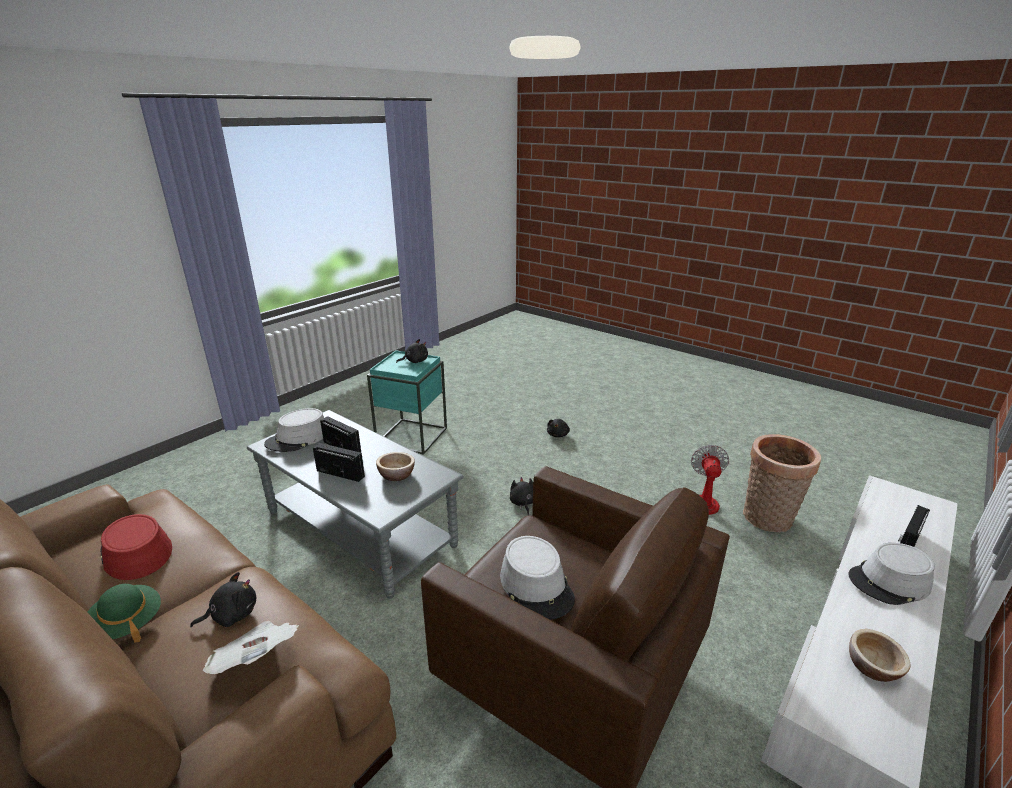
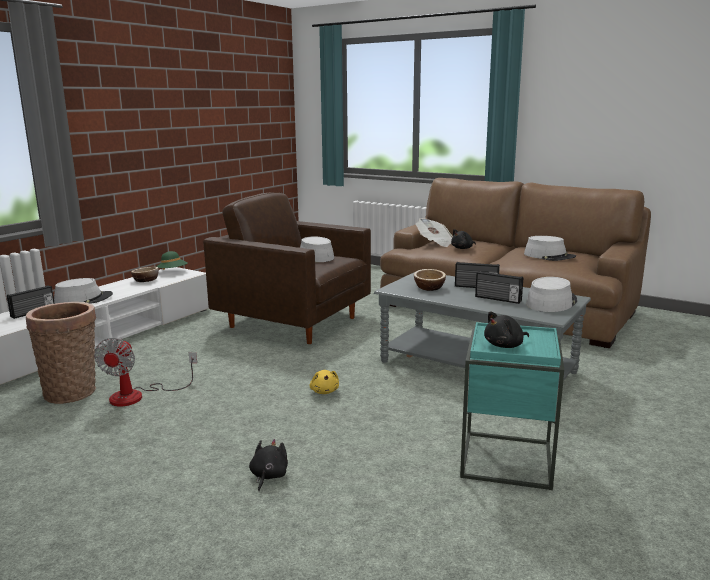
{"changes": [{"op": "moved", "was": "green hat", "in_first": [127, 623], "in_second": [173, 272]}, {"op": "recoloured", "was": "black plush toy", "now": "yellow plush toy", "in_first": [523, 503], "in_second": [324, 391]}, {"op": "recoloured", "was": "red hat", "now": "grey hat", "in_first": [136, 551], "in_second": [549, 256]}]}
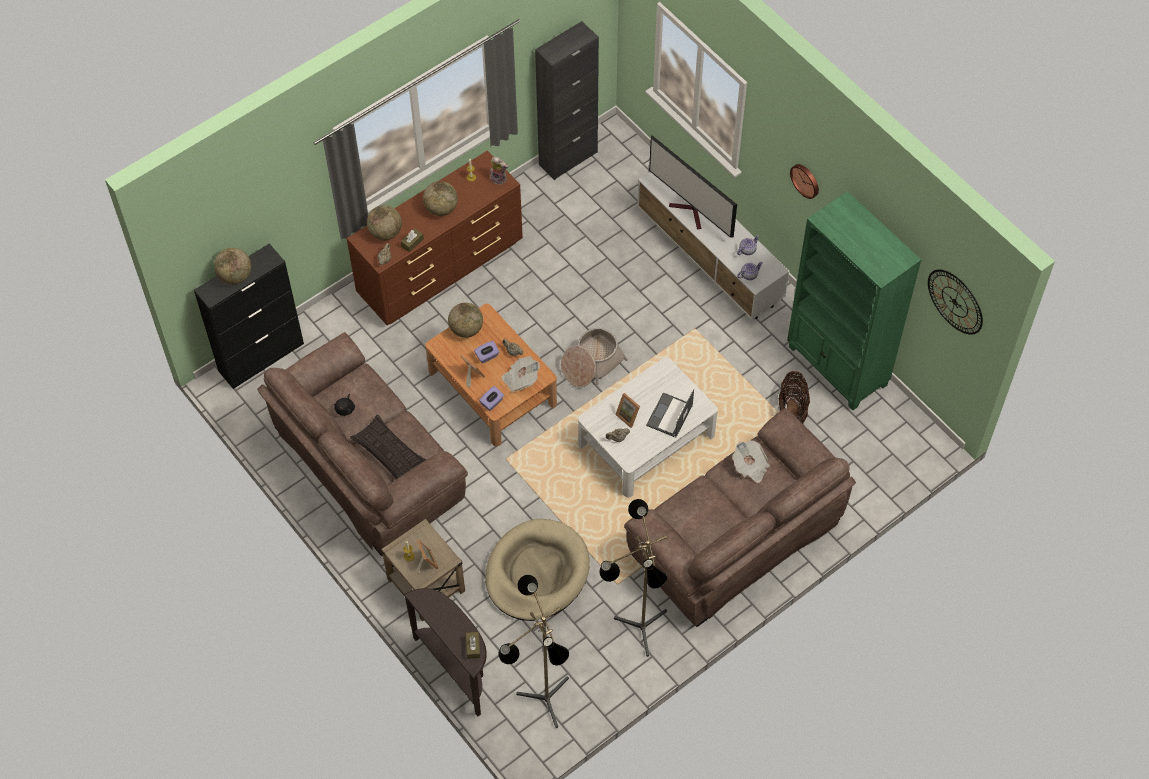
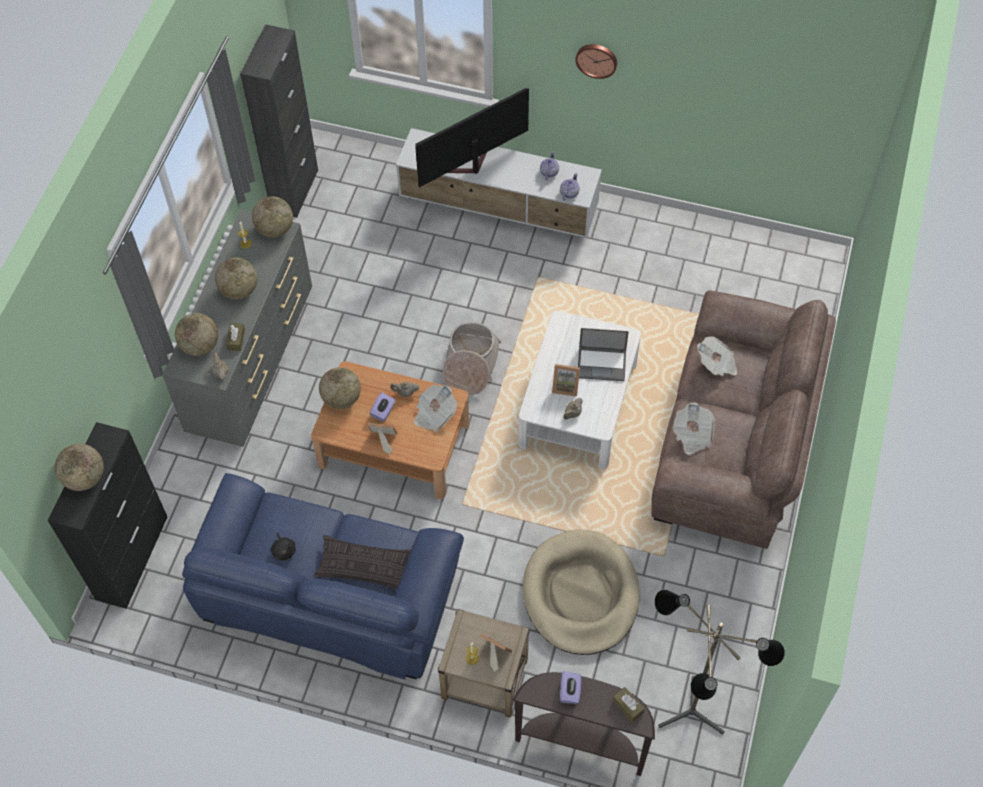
{"changes": [{"op": "recoloured", "was": "brown dresser", "now": "grey dresser", "in_first": [441, 268], "in_second": [252, 361]}, {"op": "recoloured", "was": "brown sofa", "now": "blue sofa", "in_first": [366, 465], "in_second": [328, 598]}, {"op": "replaced", "was": "plush toy", "now": "globe", "in_first": [499, 178], "in_second": [275, 229]}, {"op": "turned", "was": "television", "in_first": [691, 213], "in_second": [470, 167], "clockwise": 135}, {"op": "moved", "was": "purple tissue box", "in_first": [492, 402], "in_second": [570, 691]}, {"op": "turned", "was": "laptop", "in_first": [669, 416], "in_second": [602, 363], "clockwise": -75}, {"op": "added", "now": "newspaper", "in_second": [692, 435]}, {"op": "removed", "was": "floor lamp", "in_first": [636, 630]}, {"op": "removed", "was": "basket", "in_first": [792, 410]}, {"op": "removed", "was": "green bookcase", "in_first": [837, 367]}, {"op": "removed", "was": "wall clock", "in_first": [955, 301]}]}
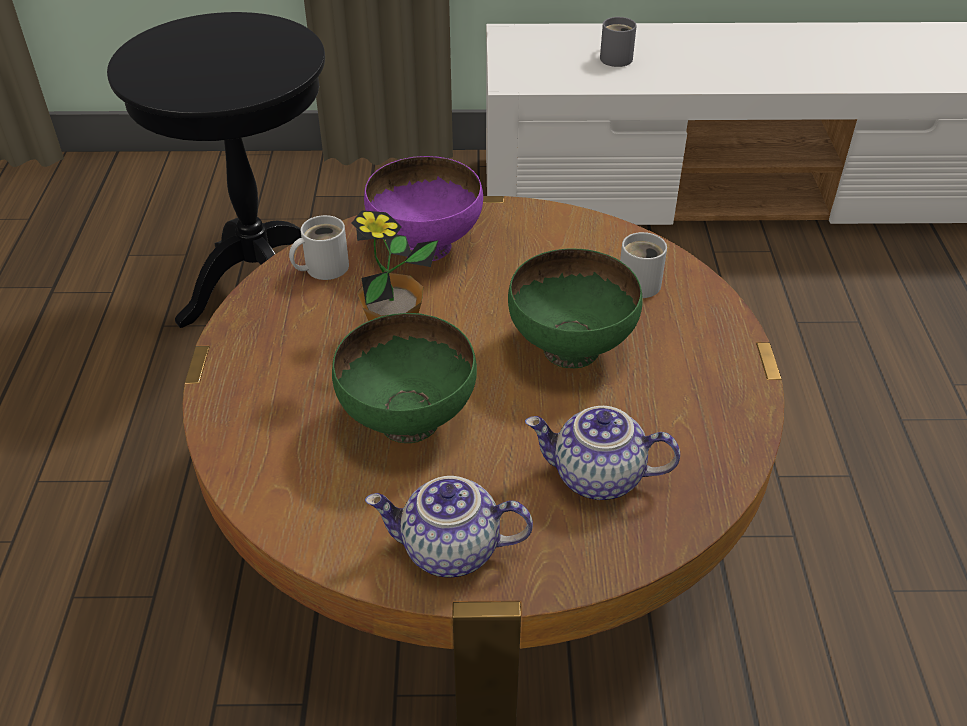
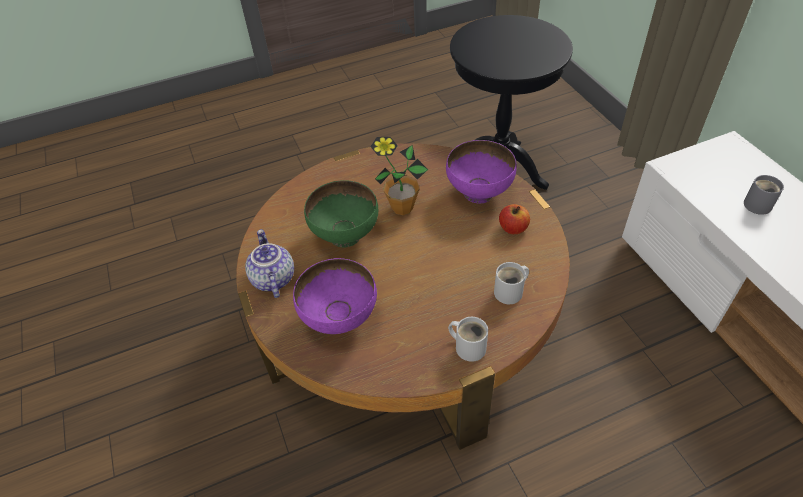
{"changes": [{"op": "replaced", "was": "teapot", "now": "purple bowl", "in_first": [596, 478], "in_second": [339, 319]}, {"op": "moved", "was": "white mug", "in_first": [322, 267], "in_second": [468, 346]}, {"op": "added", "now": "apple", "in_second": [513, 228]}, {"op": "removed", "was": "green bowl", "in_first": [571, 348]}]}
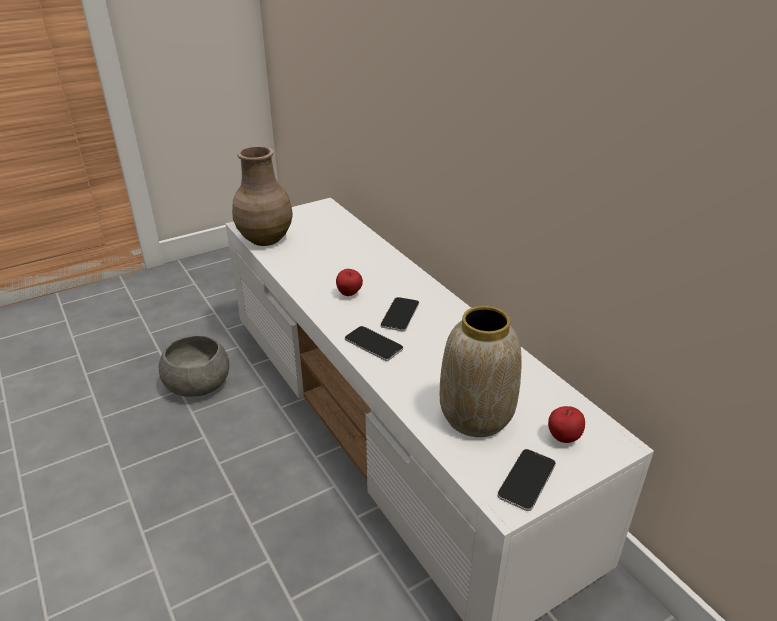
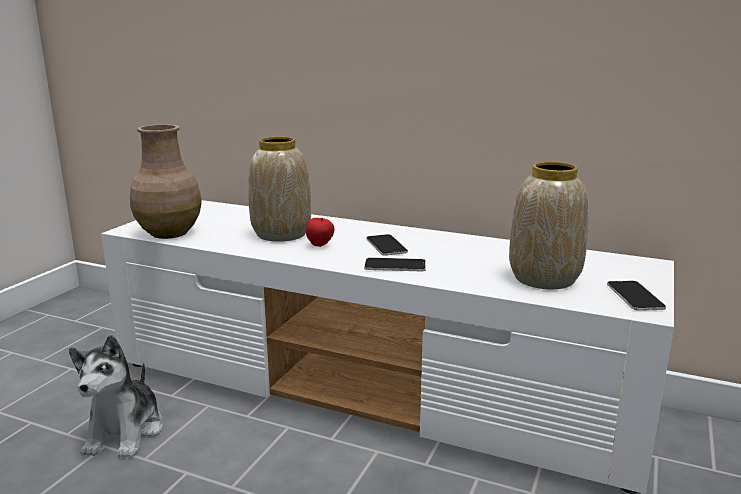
{"changes": [{"op": "replaced", "was": "grey bowl", "now": "plush toy", "in_first": [199, 384], "in_second": [125, 432]}, {"op": "added", "now": "vase", "in_second": [281, 234]}, {"op": "removed", "was": "apple", "in_first": [563, 438]}]}
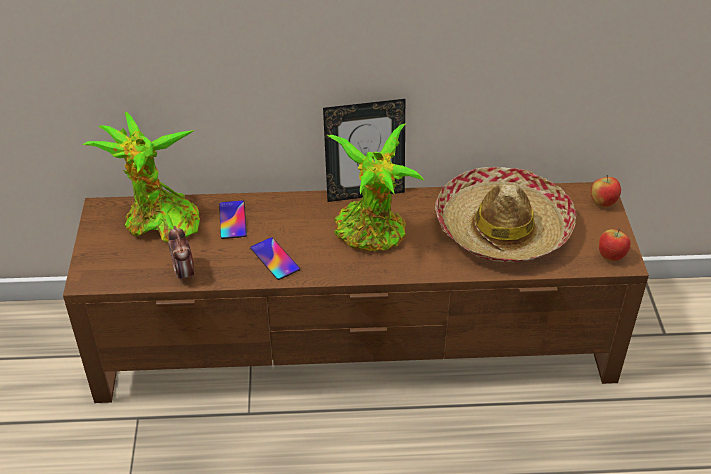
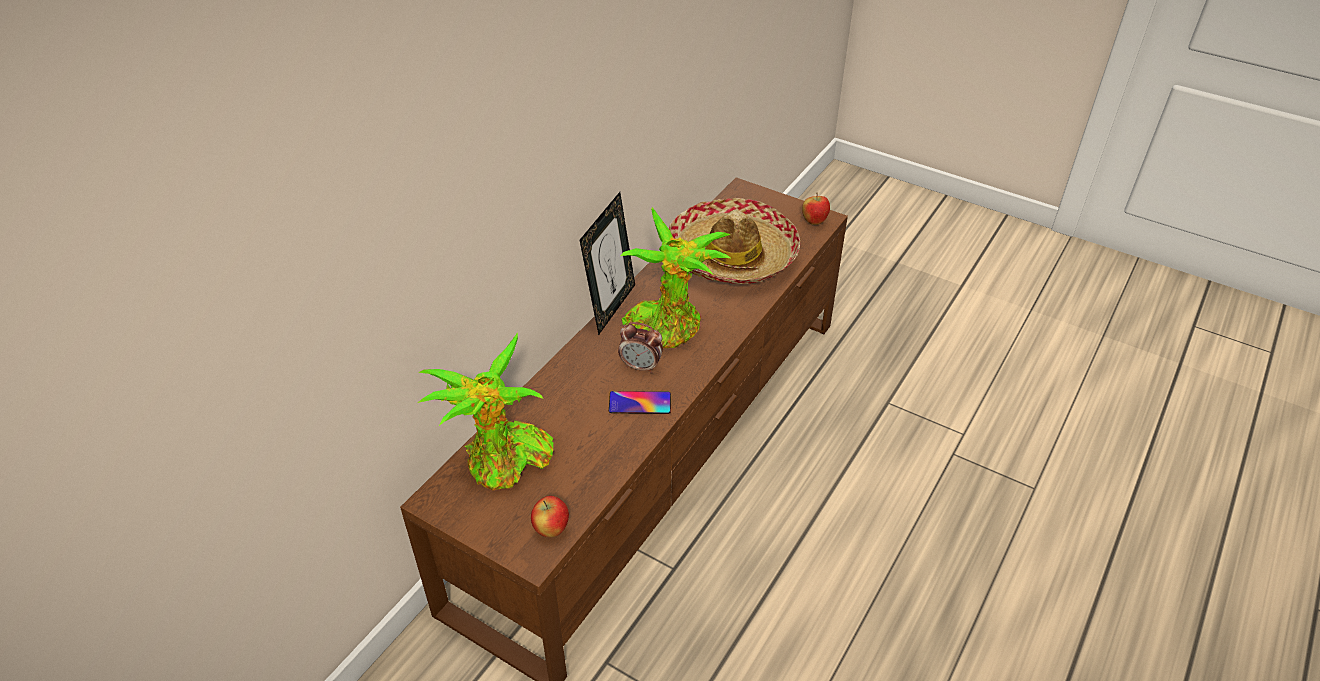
{"changes": [{"op": "moved", "was": "apple", "in_first": [603, 203], "in_second": [551, 529]}, {"op": "moved", "was": "alarm clock", "in_first": [184, 273], "in_second": [641, 366]}, {"op": "removed", "was": "phone", "in_first": [232, 220]}]}
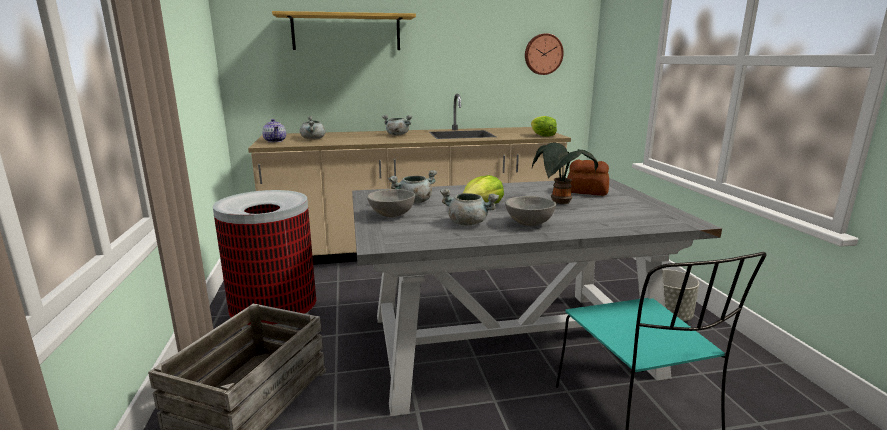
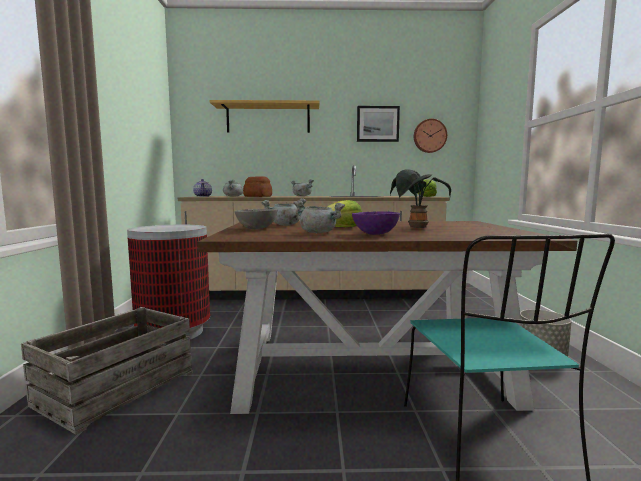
{"changes": [{"op": "recoloured", "was": "grey dining table", "now": "brown dining table", "in_first": [506, 344], "in_second": [367, 366]}, {"op": "moved", "was": "bread", "in_first": [586, 191], "in_second": [258, 196]}, {"op": "recoloured", "was": "grey bowl", "now": "purple bowl", "in_first": [528, 224], "in_second": [374, 234]}, {"op": "added", "now": "picture", "in_second": [377, 124]}]}
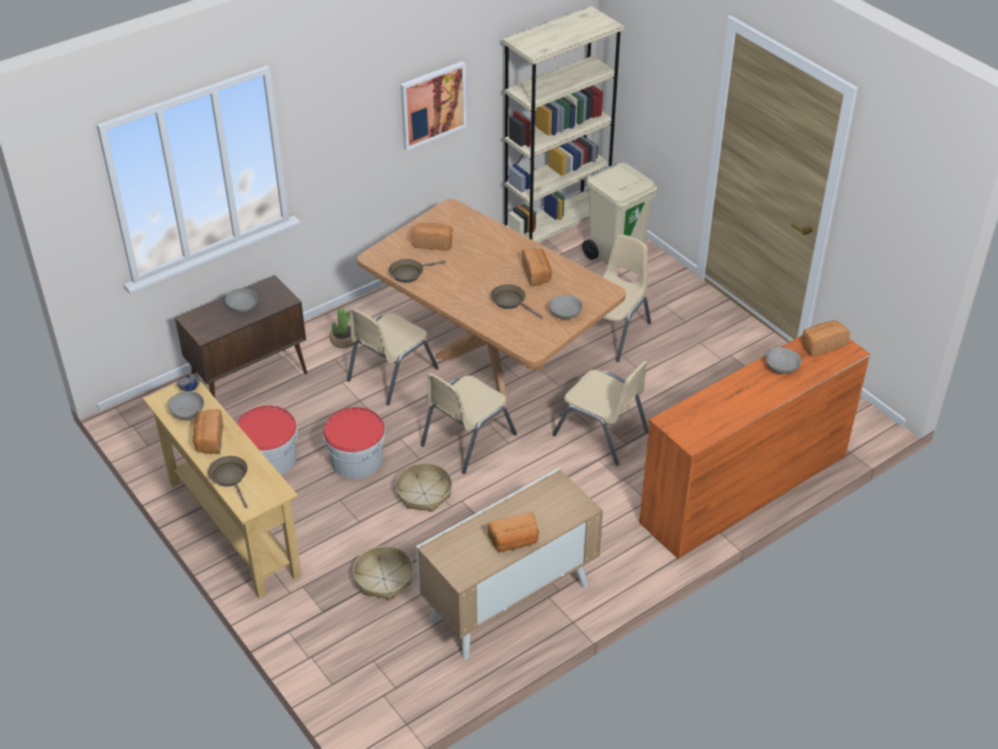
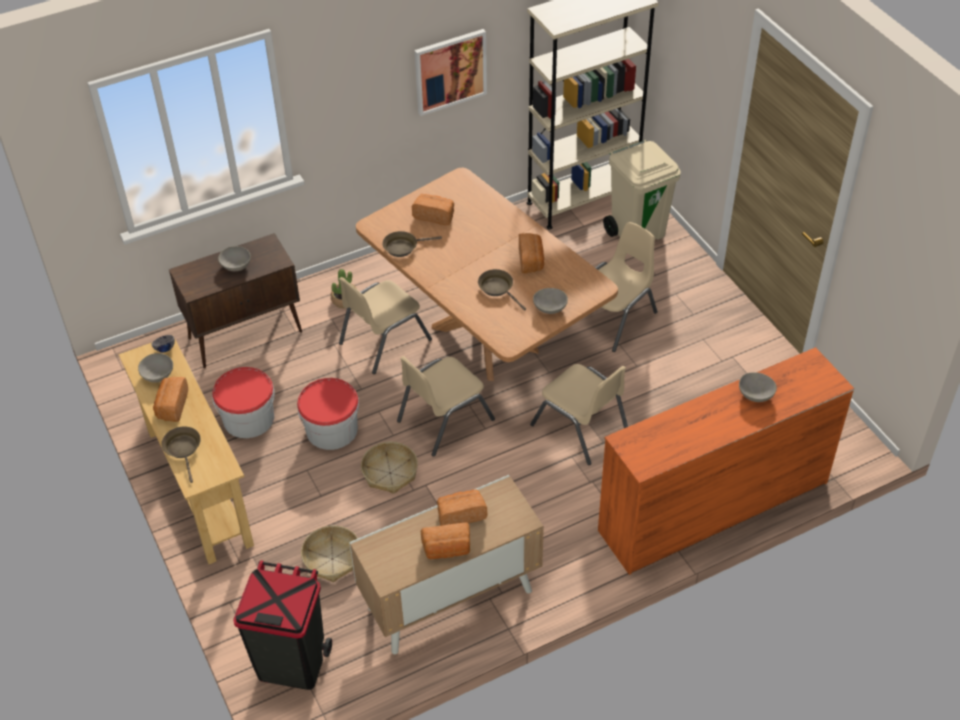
{"changes": [{"op": "added", "now": "black trash can", "in_second": [292, 663]}, {"op": "moved", "was": "bread", "in_first": [821, 345], "in_second": [460, 514]}]}
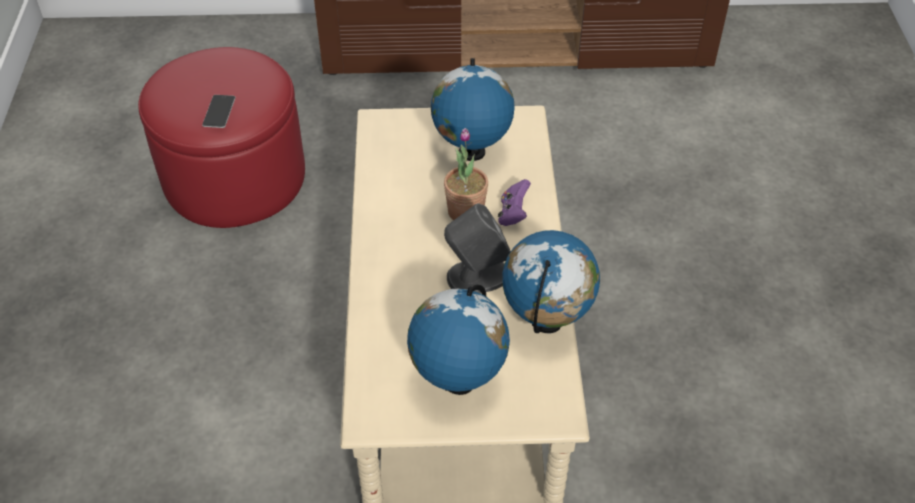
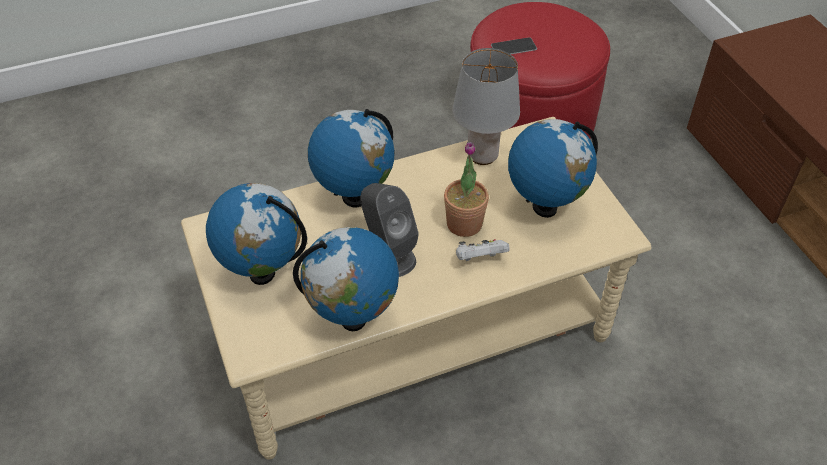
{"changes": [{"op": "added", "now": "globe", "in_second": [354, 197]}, {"op": "added", "now": "grey table lamp", "in_second": [483, 156]}, {"op": "recoloured", "was": "purple game controller", "now": "white game controller", "in_first": [513, 214], "in_second": [479, 259]}]}
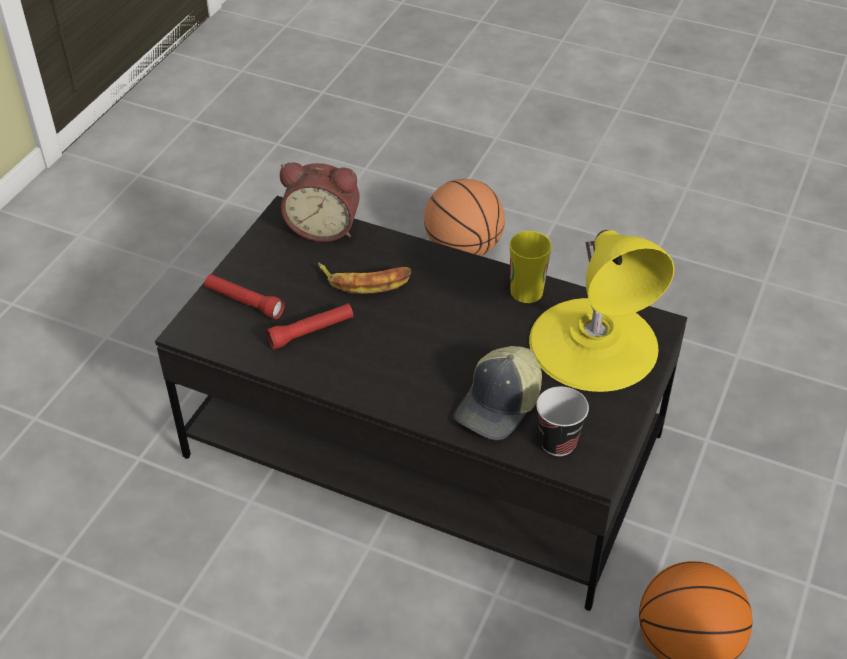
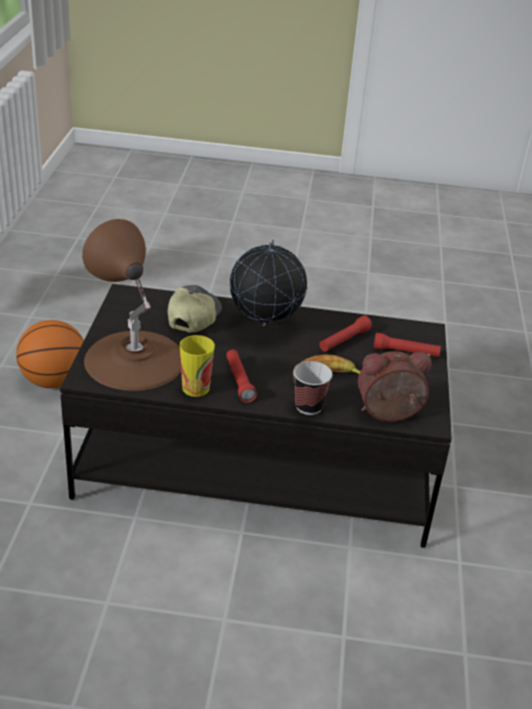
{"changes": [{"op": "recoloured", "was": "yellow table lamp", "now": "brown table lamp", "in_first": [594, 343], "in_second": [134, 359]}, {"op": "added", "now": "red flashlight", "in_second": [239, 381]}, {"op": "added", "now": "globe", "in_second": [265, 325]}, {"op": "moved", "was": "cup", "in_first": [558, 442], "in_second": [309, 406]}, {"op": "removed", "was": "basketball", "in_first": [463, 249]}]}
